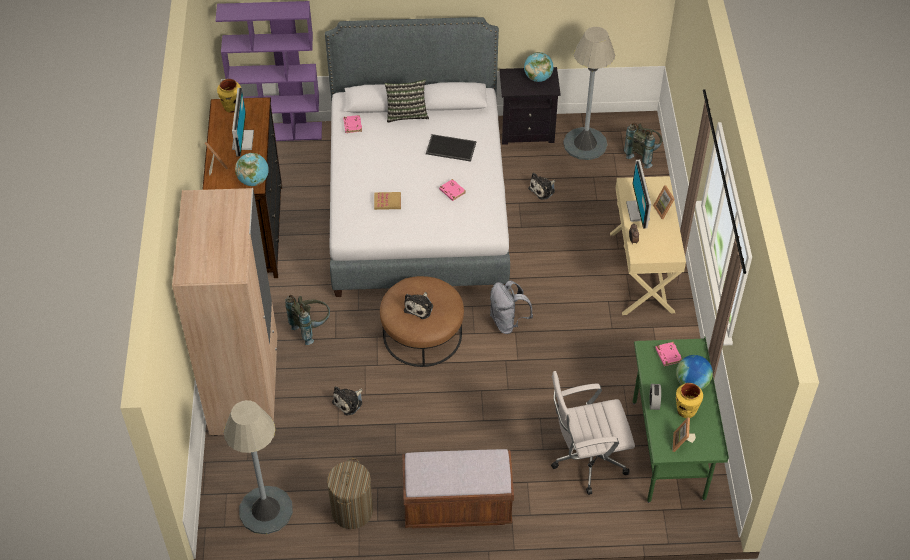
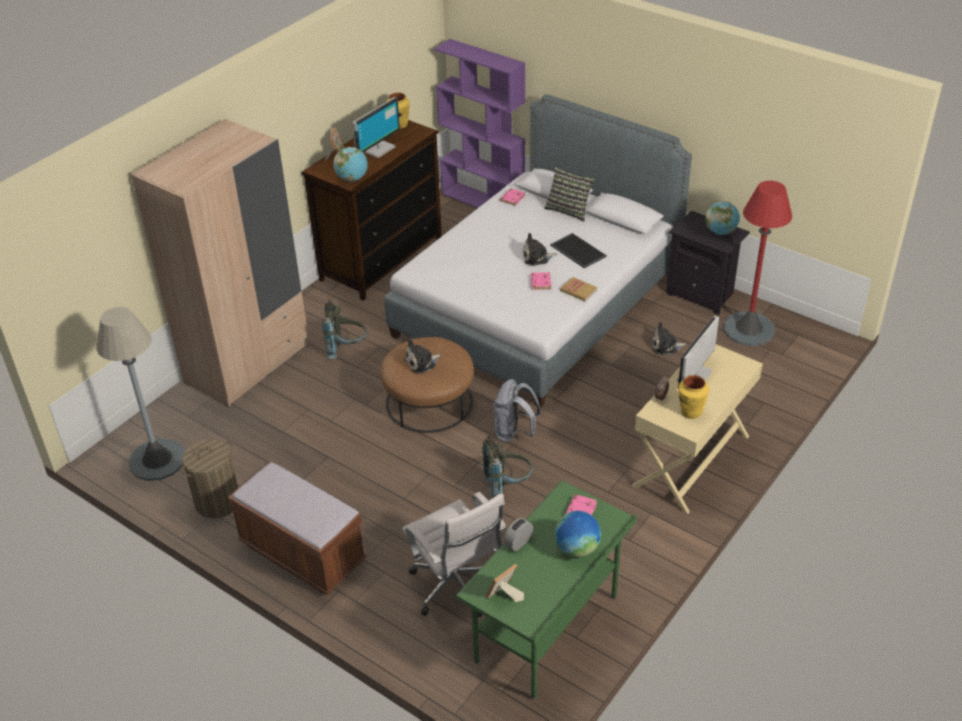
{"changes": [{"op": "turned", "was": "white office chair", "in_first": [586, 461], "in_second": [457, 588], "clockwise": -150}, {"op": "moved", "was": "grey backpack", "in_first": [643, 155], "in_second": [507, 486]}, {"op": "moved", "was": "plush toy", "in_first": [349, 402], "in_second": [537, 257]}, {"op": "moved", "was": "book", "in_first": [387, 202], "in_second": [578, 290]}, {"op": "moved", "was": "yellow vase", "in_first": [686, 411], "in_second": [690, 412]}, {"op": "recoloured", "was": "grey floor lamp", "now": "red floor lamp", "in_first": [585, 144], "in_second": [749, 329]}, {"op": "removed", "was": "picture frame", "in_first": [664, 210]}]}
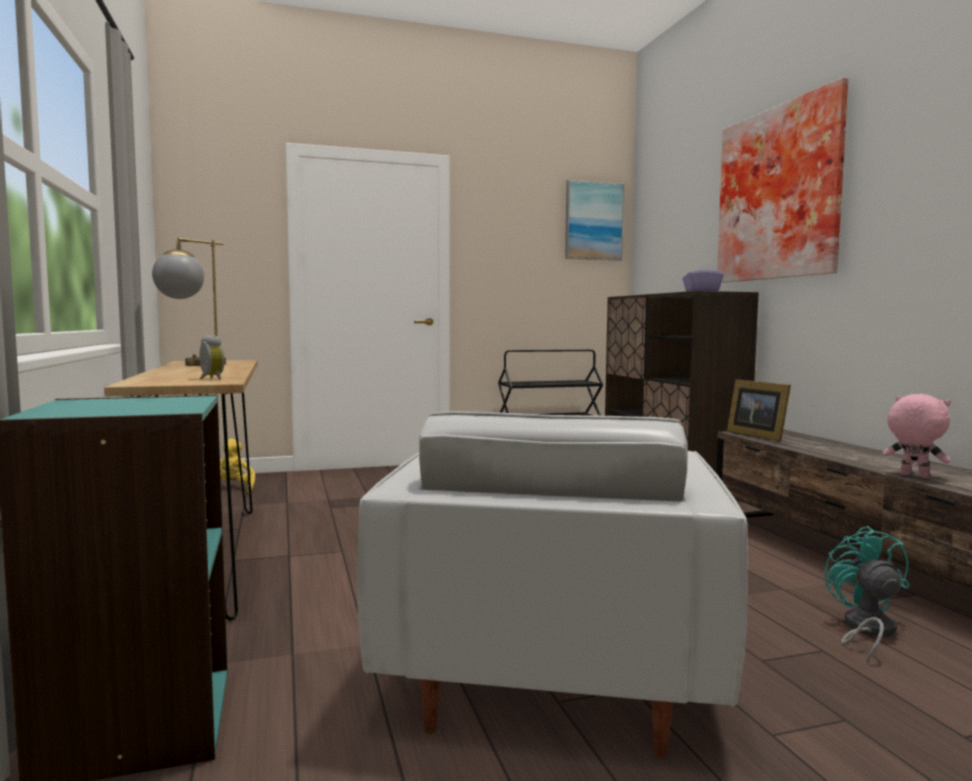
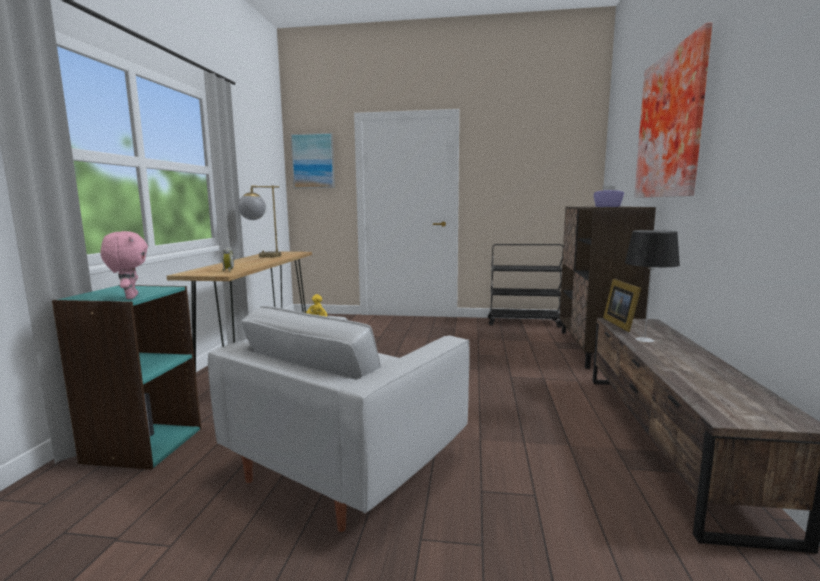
{"changes": [{"op": "moved", "was": "pink plush toy", "in_first": [913, 476], "in_second": [130, 297]}, {"op": "moved", "was": "picture", "in_first": [593, 221], "in_second": [313, 161]}, {"op": "added", "now": "table lamp", "in_second": [644, 340]}, {"op": "removed", "was": "turquoise fan", "in_first": [865, 630]}]}
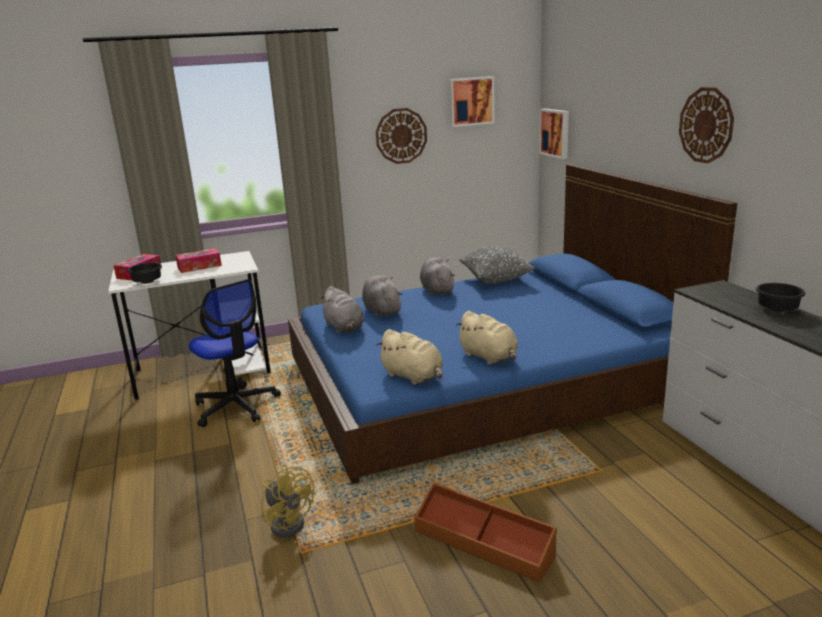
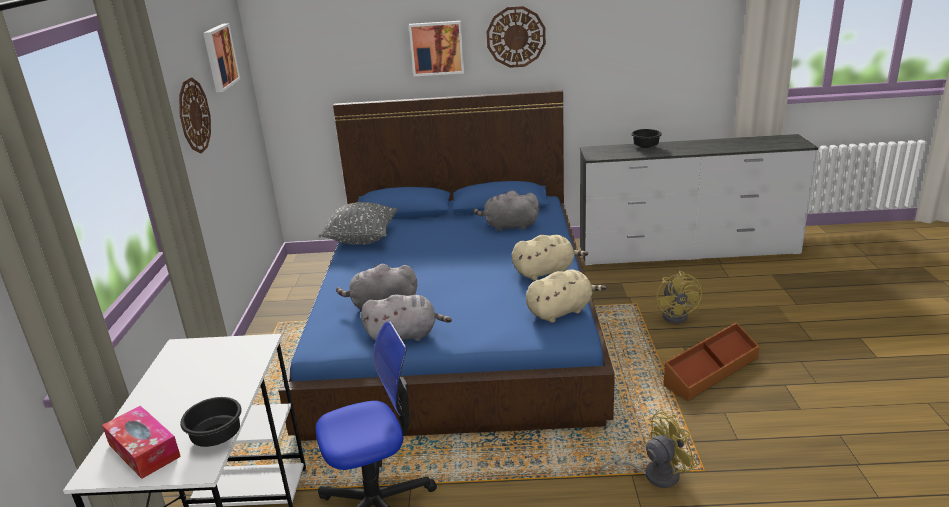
{"changes": [{"op": "moved", "was": "picture", "in_first": [555, 133], "in_second": [437, 48]}, {"op": "moved", "was": "grey plush toy", "in_first": [437, 290], "in_second": [508, 226]}, {"op": "added", "now": "yellow fan", "in_second": [678, 315]}, {"op": "removed", "was": "tissue box", "in_first": [199, 266]}]}
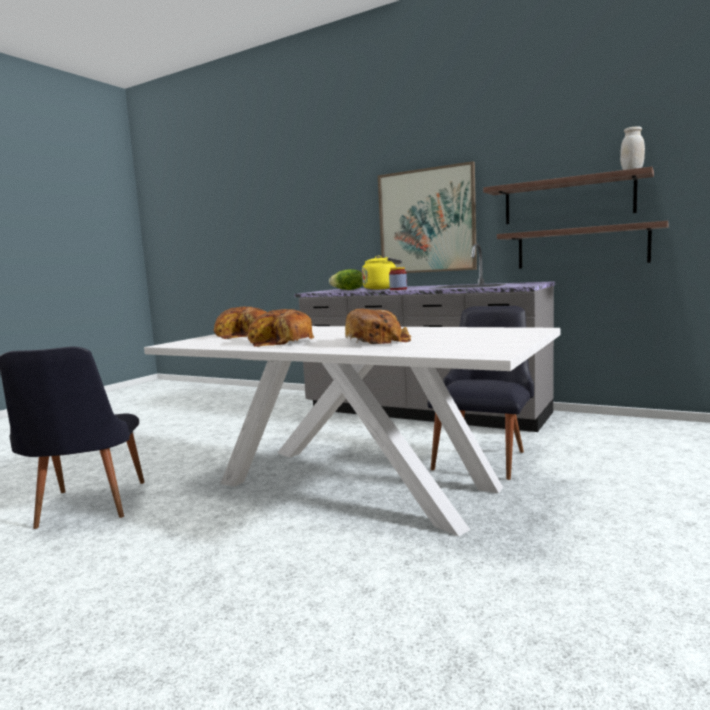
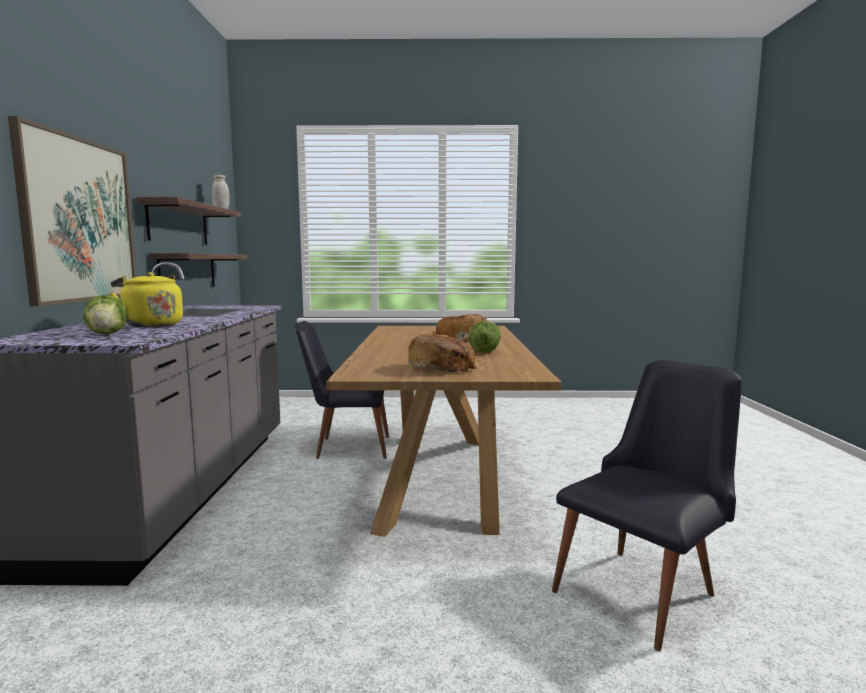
{"changes": [{"op": "recoloured", "was": "white dining table", "now": "brown dining table", "in_first": [356, 485], "in_second": [440, 475]}, {"op": "replaced", "was": "bread", "now": "lettuce", "in_first": [282, 342], "in_second": [484, 351]}, {"op": "removed", "was": "jar", "in_first": [398, 289]}]}
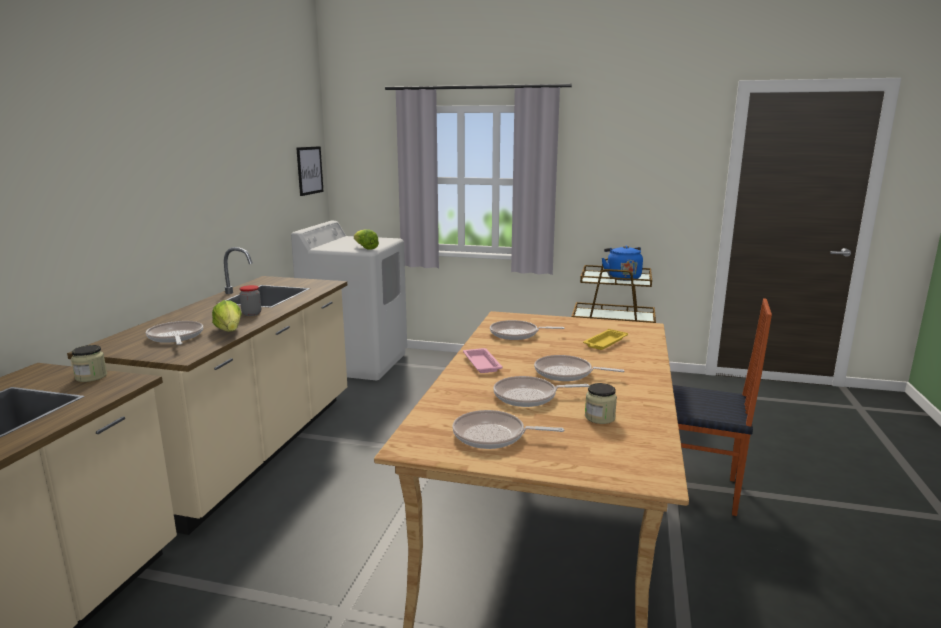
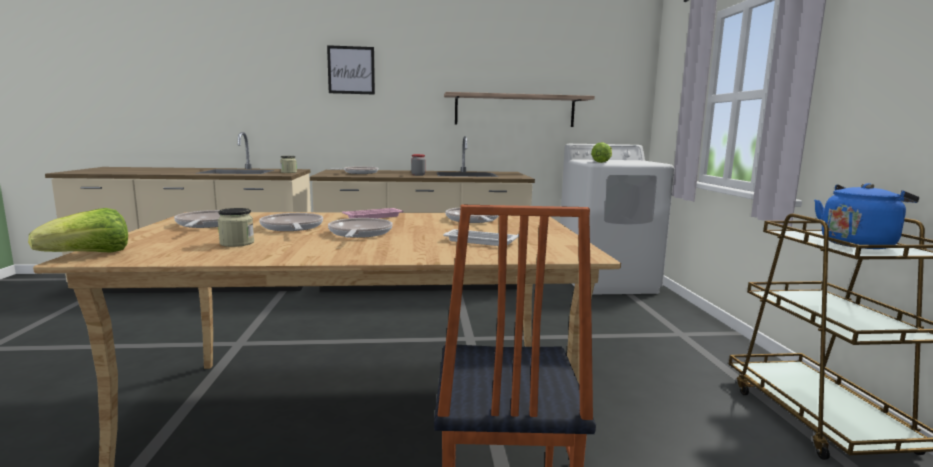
{"changes": [{"op": "moved", "was": "lettuce", "in_first": [229, 331], "in_second": [90, 255]}, {"op": "moved", "was": "picture", "in_first": [309, 170], "in_second": [351, 70]}, {"op": "recoloured", "was": "yellow tray", "now": "white tray", "in_first": [605, 343], "in_second": [479, 241]}, {"op": "added", "now": "shelf", "in_second": [515, 110]}]}
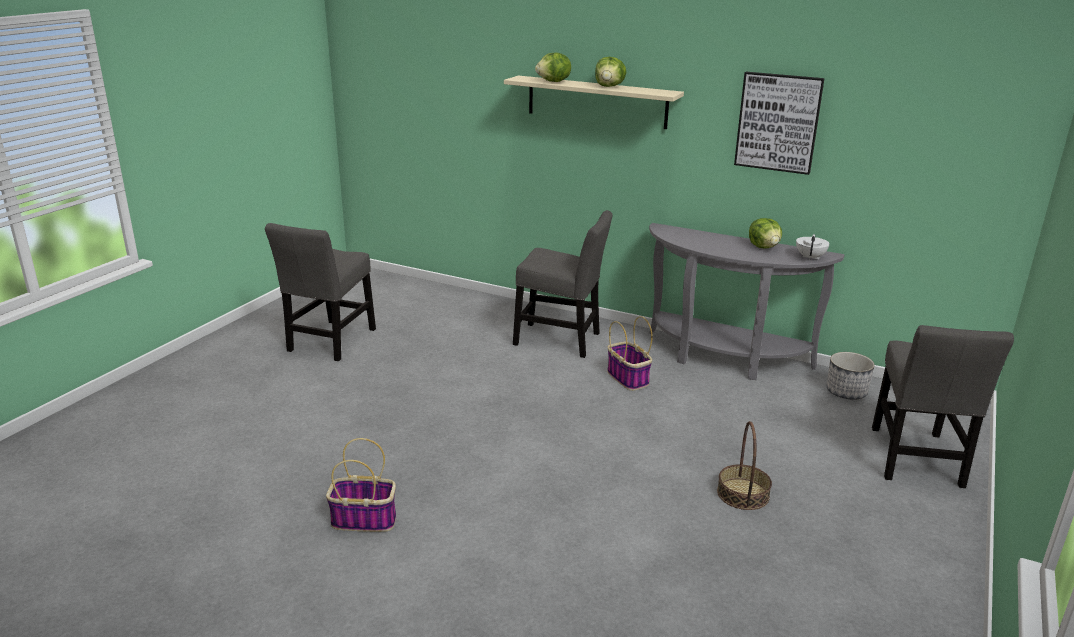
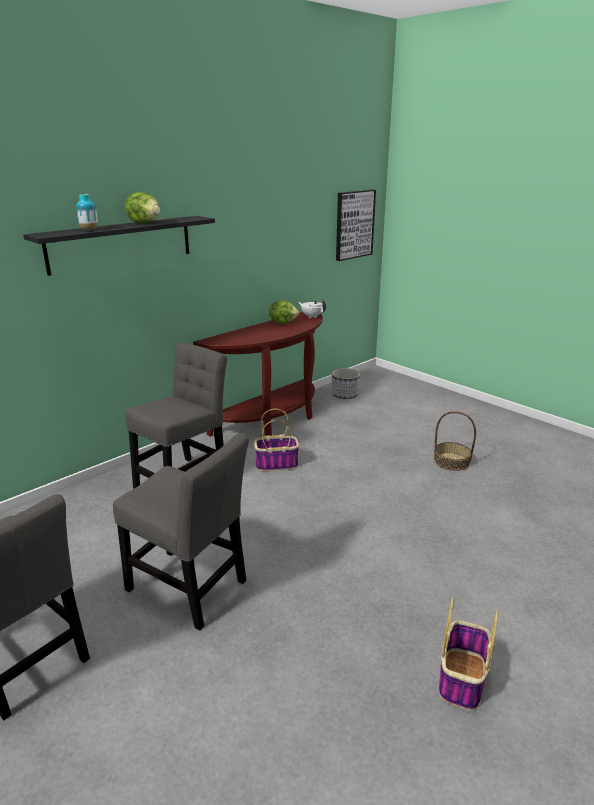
{"changes": [{"op": "recoloured", "was": "beige shelf", "now": "black shelf", "in_first": [596, 102], "in_second": [121, 244]}, {"op": "replaced", "was": "lettuce", "now": "vase", "in_first": [554, 82], "in_second": [89, 230]}, {"op": "moved", "was": "grey chair", "in_first": [915, 460], "in_second": [190, 589]}, {"op": "recoloured", "was": "grey console table", "now": "brown console table", "in_first": [723, 358], "in_second": [273, 419]}, {"op": "moved", "was": "picture", "in_first": [778, 122], "in_second": [354, 224]}]}
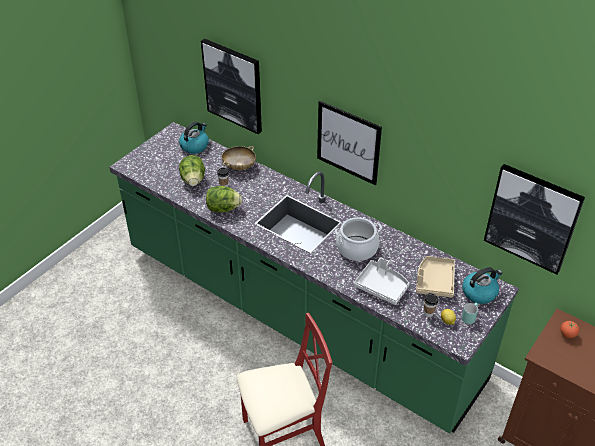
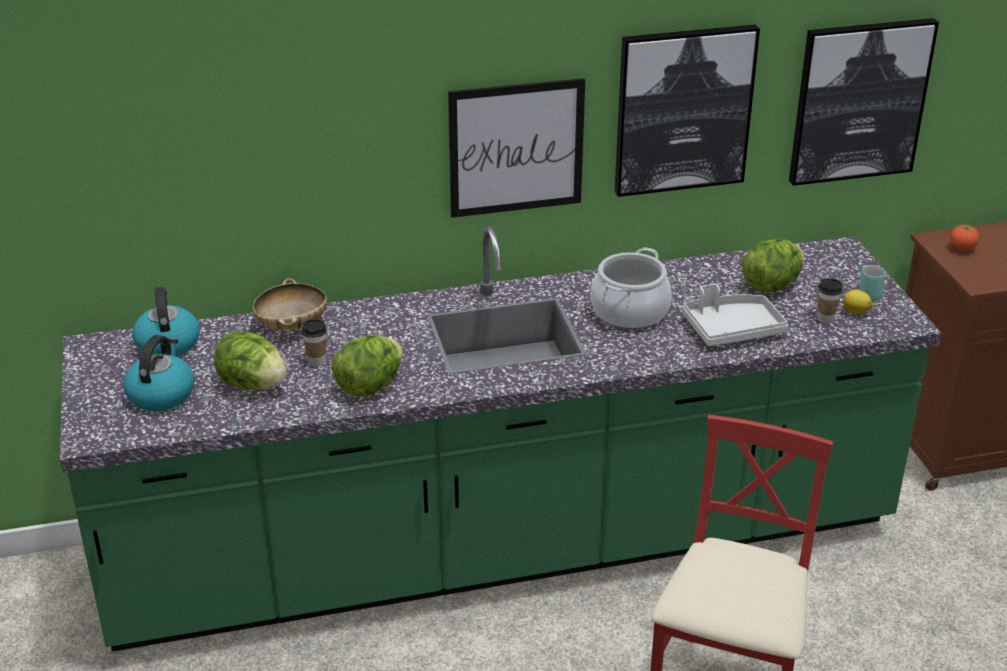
{"changes": [{"op": "moved", "was": "kettle", "in_first": [479, 292], "in_second": [161, 394]}, {"op": "moved", "was": "picture", "in_first": [233, 85], "in_second": [683, 110]}, {"op": "replaced", "was": "beige tray", "now": "lettuce", "in_first": [434, 281], "in_second": [771, 285]}]}
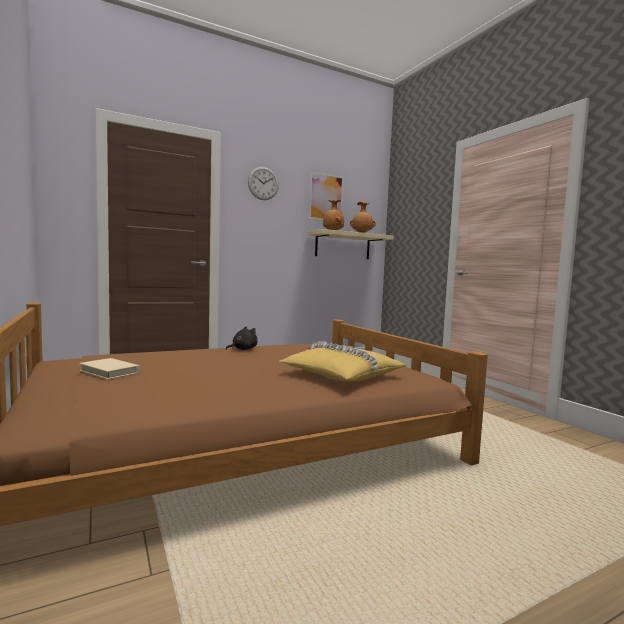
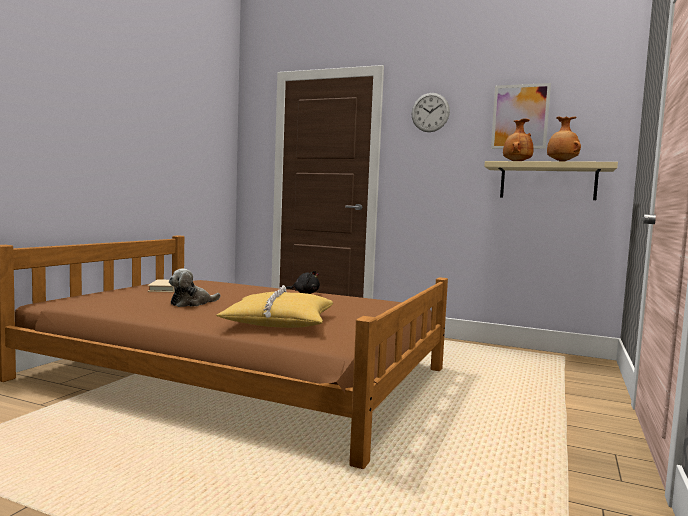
{"changes": [{"op": "added", "now": "plush toy", "in_second": [192, 303]}]}
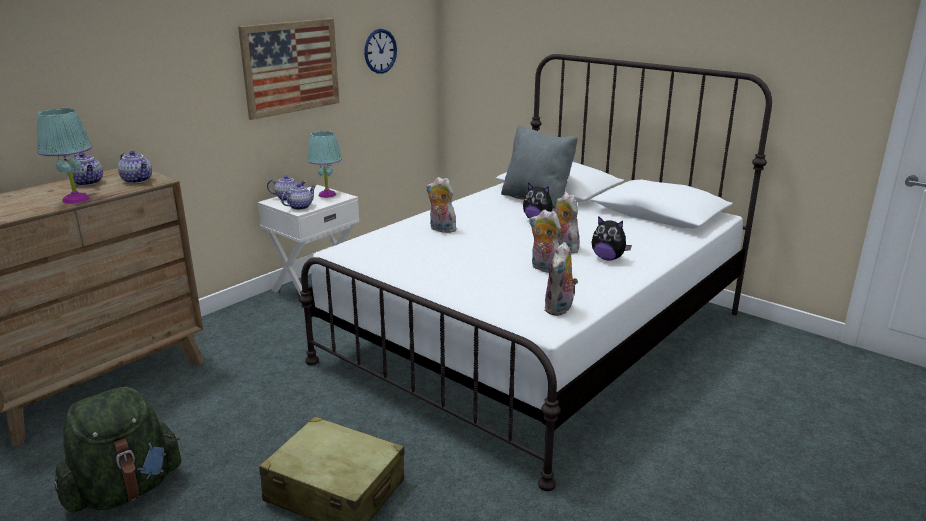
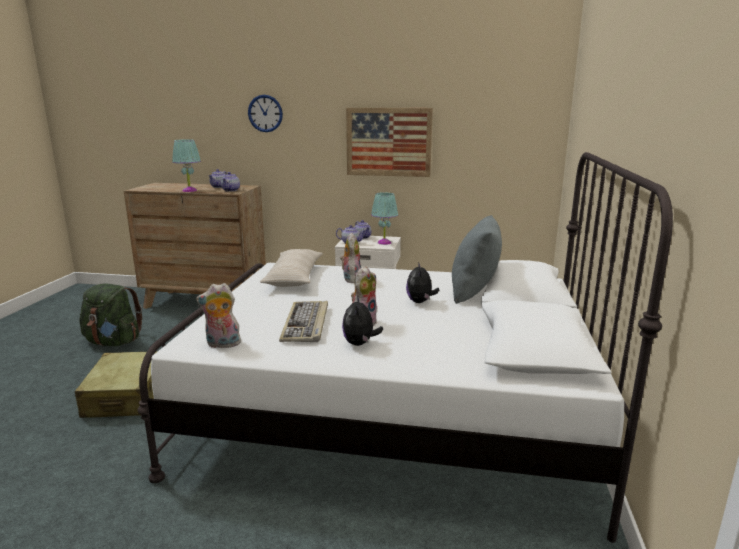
{"changes": [{"op": "moved", "was": "wall clock", "in_first": [380, 51], "in_second": [265, 113]}, {"op": "added", "now": "beige pillow", "in_second": [294, 277]}, {"op": "replaced", "was": "plush toy", "now": "keyboard", "in_first": [544, 268], "in_second": [306, 324]}]}
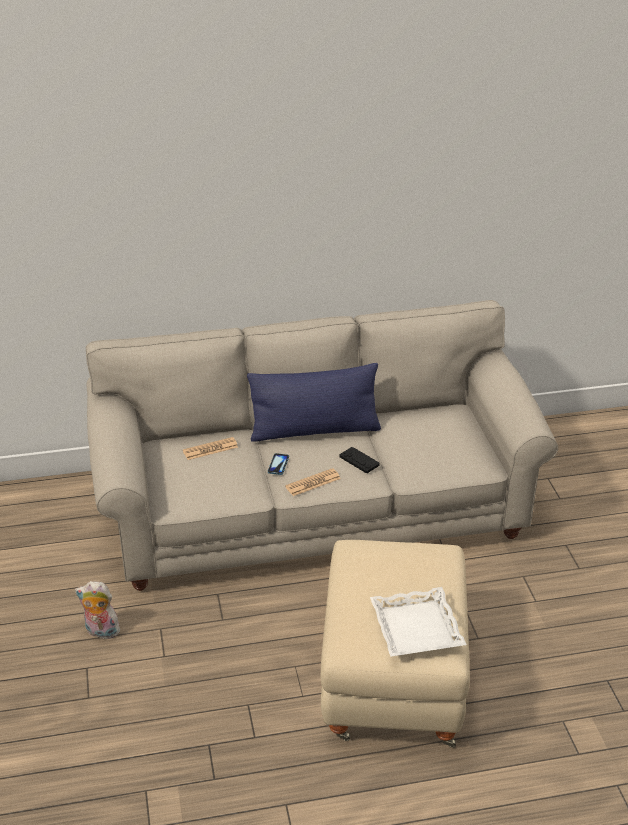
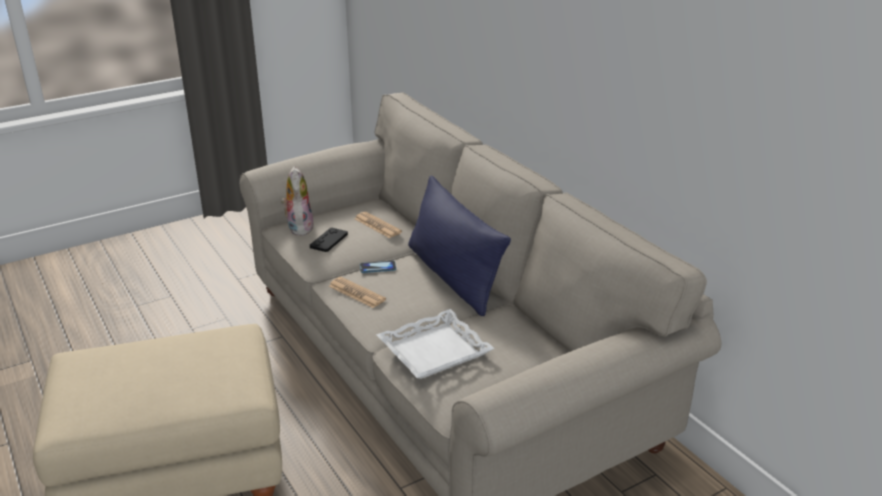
{"changes": [{"op": "moved", "was": "plush toy", "in_first": [100, 632], "in_second": [298, 227]}, {"op": "moved", "was": "black game controller", "in_first": [359, 461], "in_second": [329, 240]}, {"op": "moved", "was": "white tray", "in_first": [415, 628], "in_second": [434, 350]}]}
